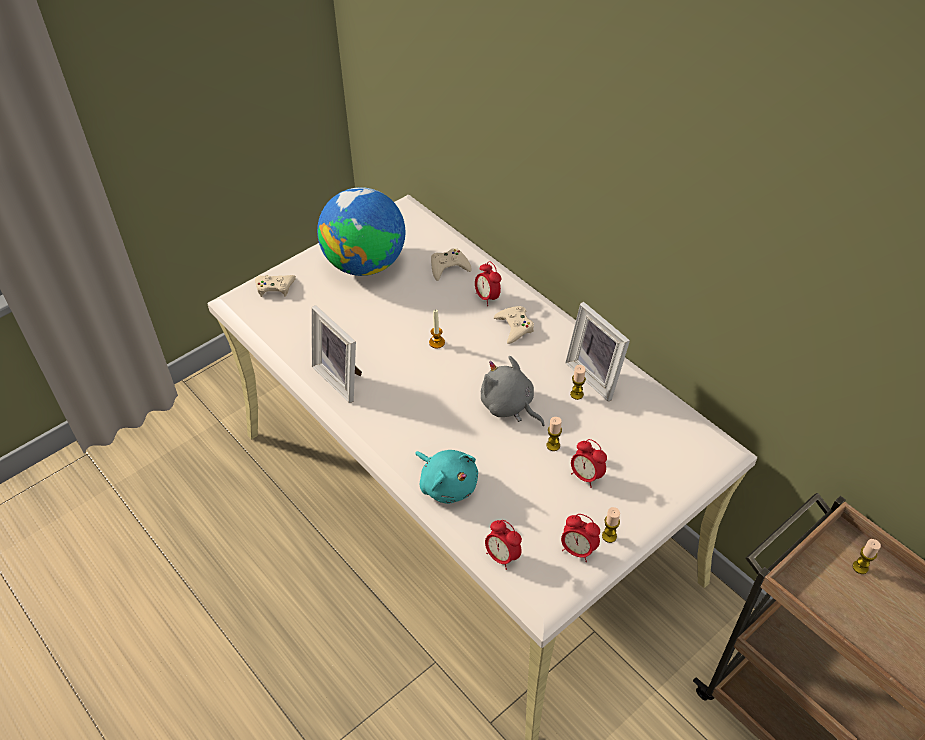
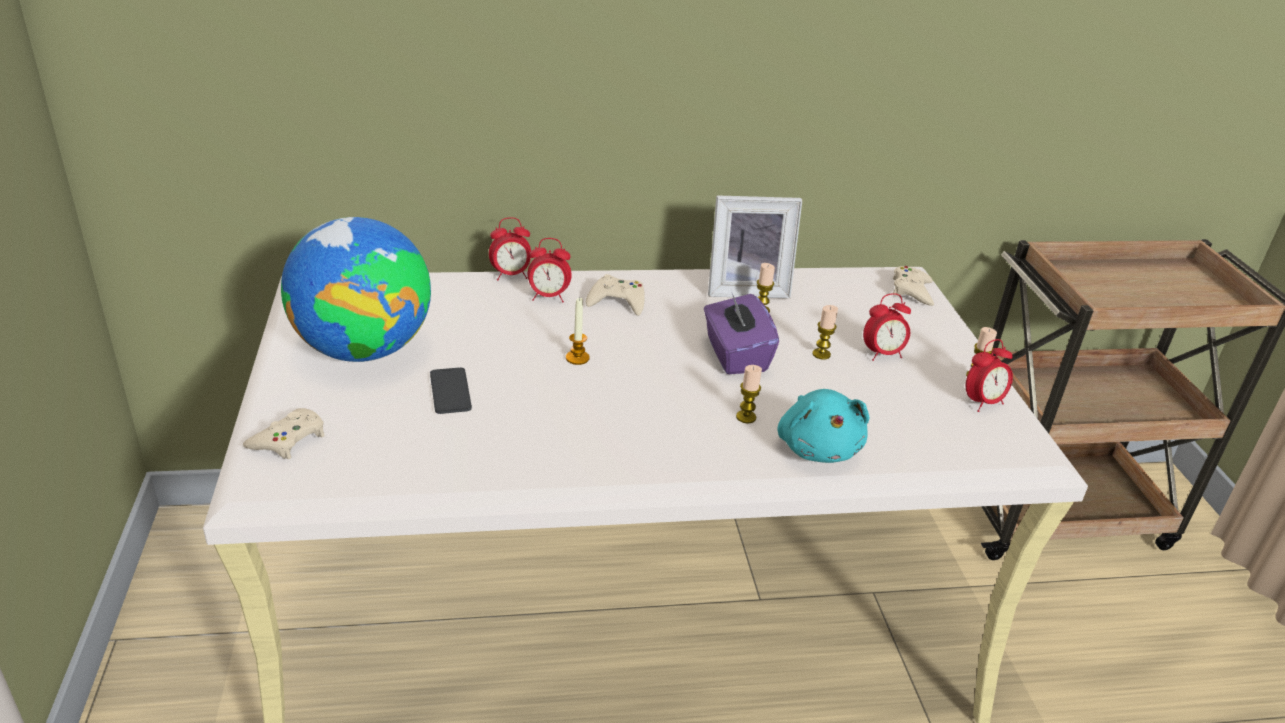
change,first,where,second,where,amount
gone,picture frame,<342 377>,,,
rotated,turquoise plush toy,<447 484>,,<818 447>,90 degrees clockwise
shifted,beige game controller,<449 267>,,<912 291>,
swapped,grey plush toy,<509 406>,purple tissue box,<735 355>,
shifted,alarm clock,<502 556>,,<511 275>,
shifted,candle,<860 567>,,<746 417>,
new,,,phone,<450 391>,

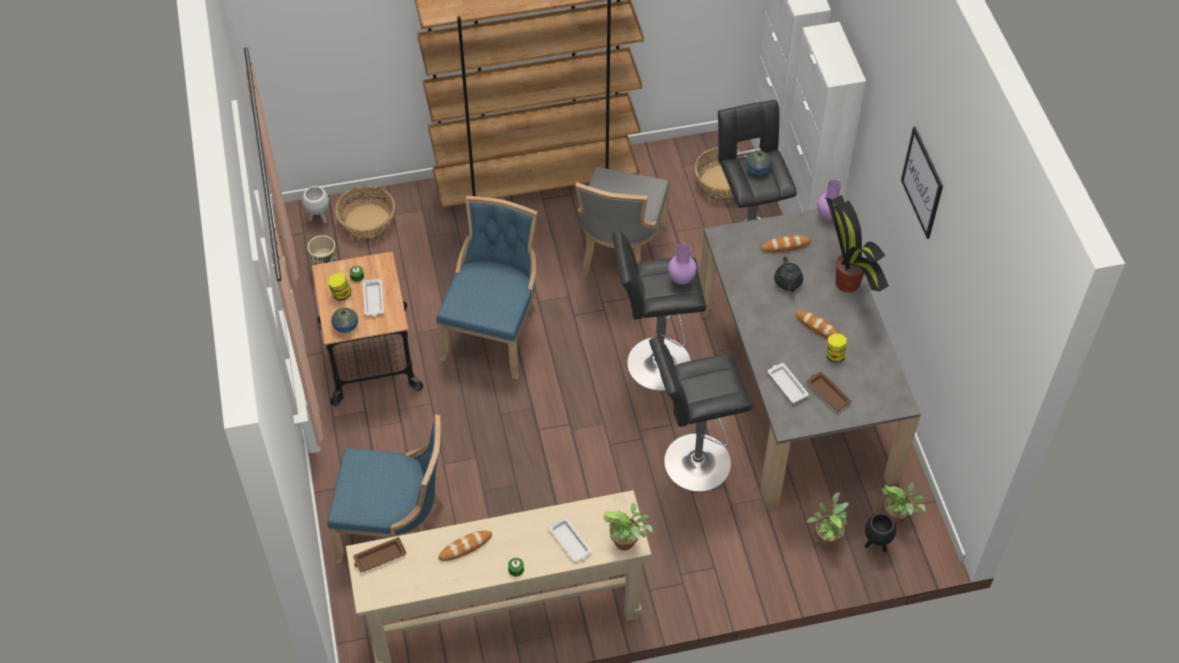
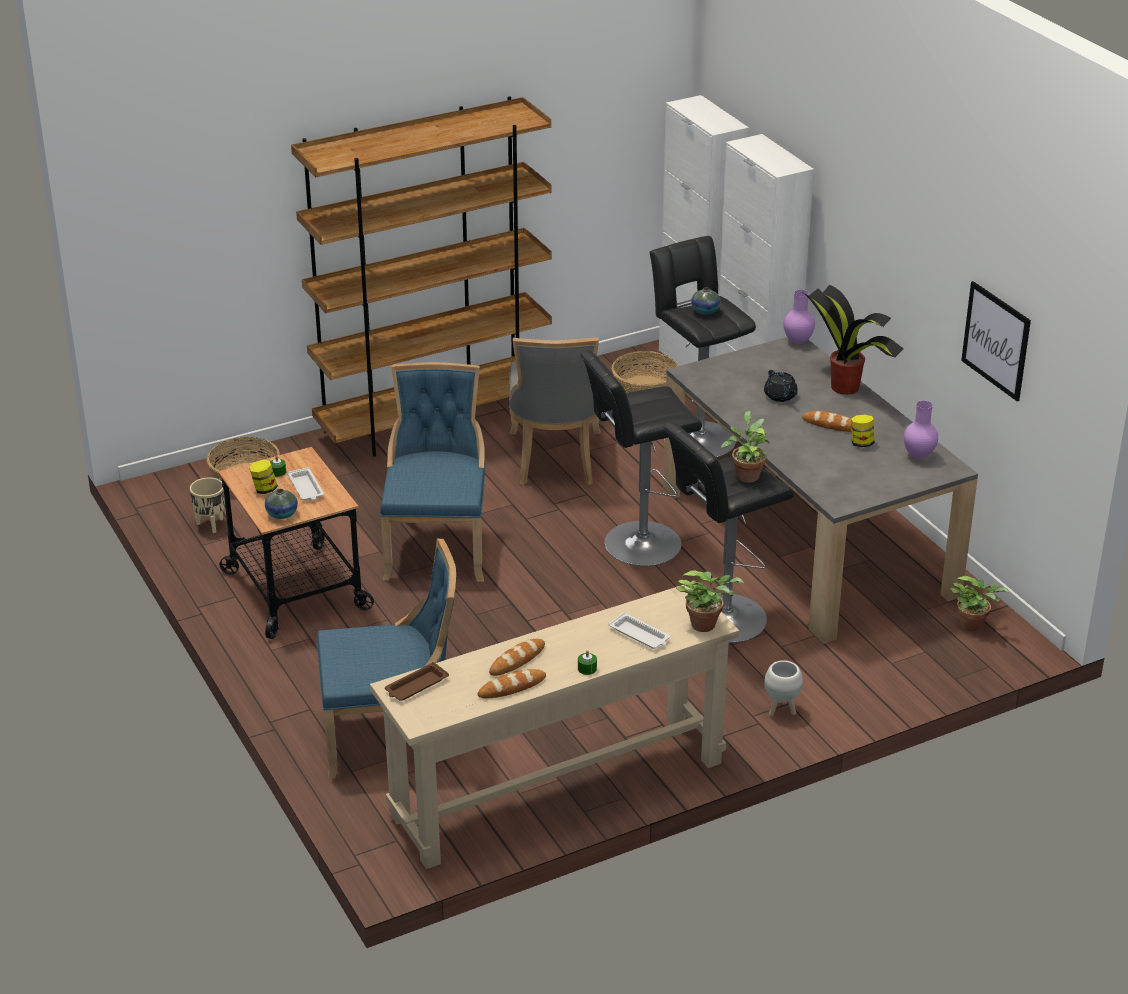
change,first,where,second,where,amount
shifted,white planter,<319 218>,,<781 710>,
shifted,purple vase,<682 279>,,<919 455>,
shifted,bread,<785 246>,,<512 687>,
gone,white tray,<787 384>,,,
gone,brown tray,<827 392>,,,
shifted,potted plant,<826 536>,,<746 475>,
gone,black planter,<876 544>,,,
shifted,picture,<922 182>,,<996 340>,

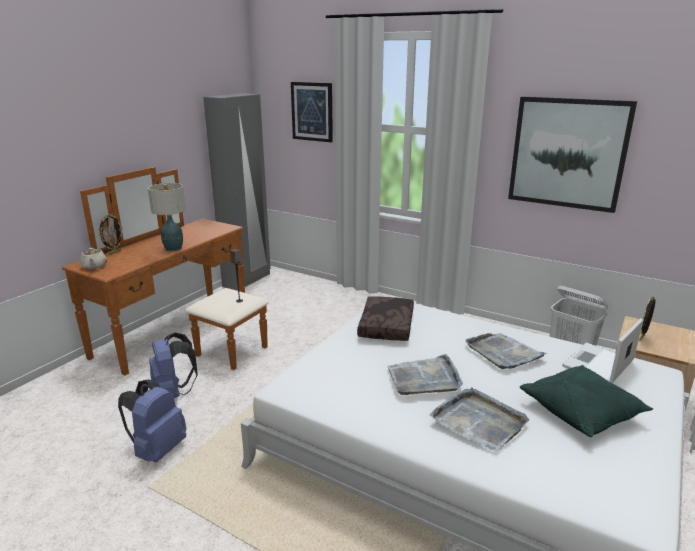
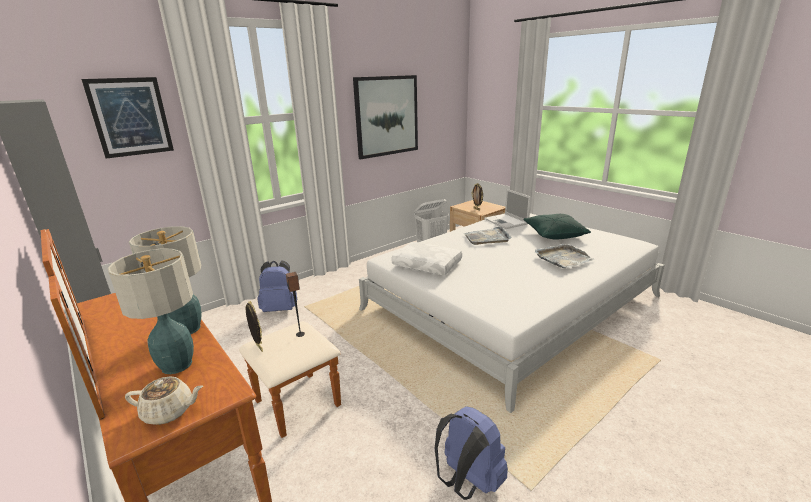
change,first,where,second,where,amount
shifted,picture frame,<114 252>,,<258 347>,
shifted,blue backpack,<173 394>,,<280 308>,
repainted,brown pillow,<387 326>,white pillow,<428 265>,
gone,grey tray,<424 378>,,,
new,,,table lamp,<176 365>,

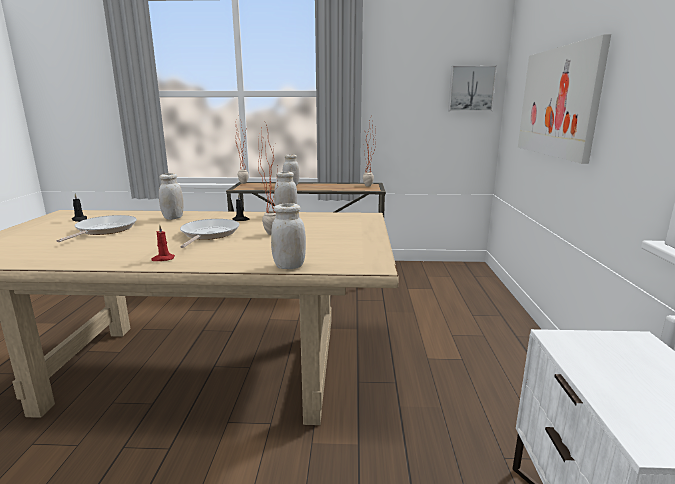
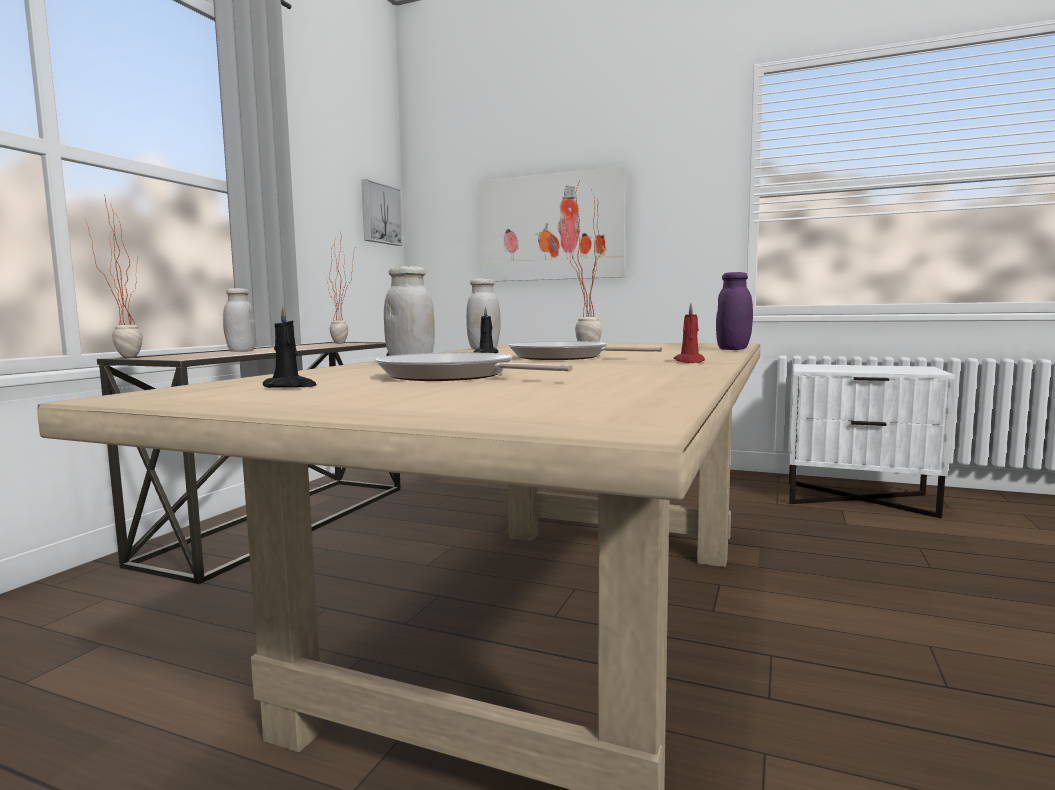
change,first,where,second,where,amount
repainted,white jar,<289 266>,purple jar,<733 349>,

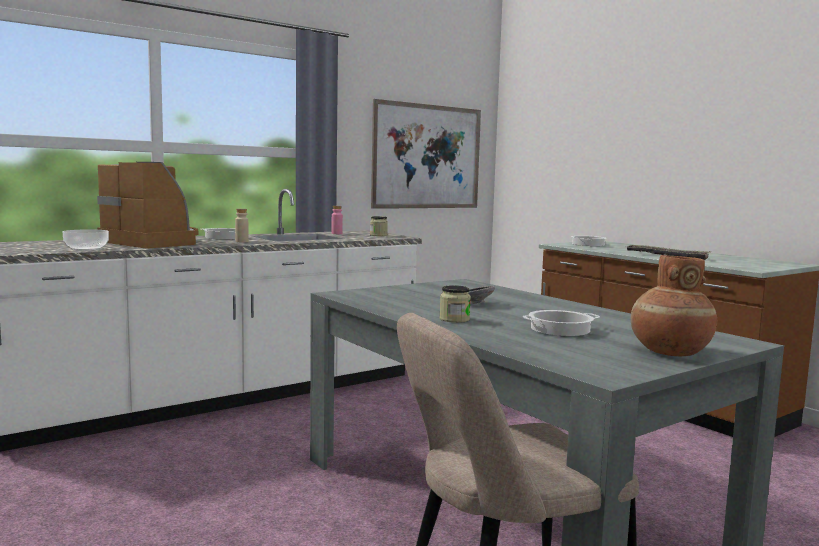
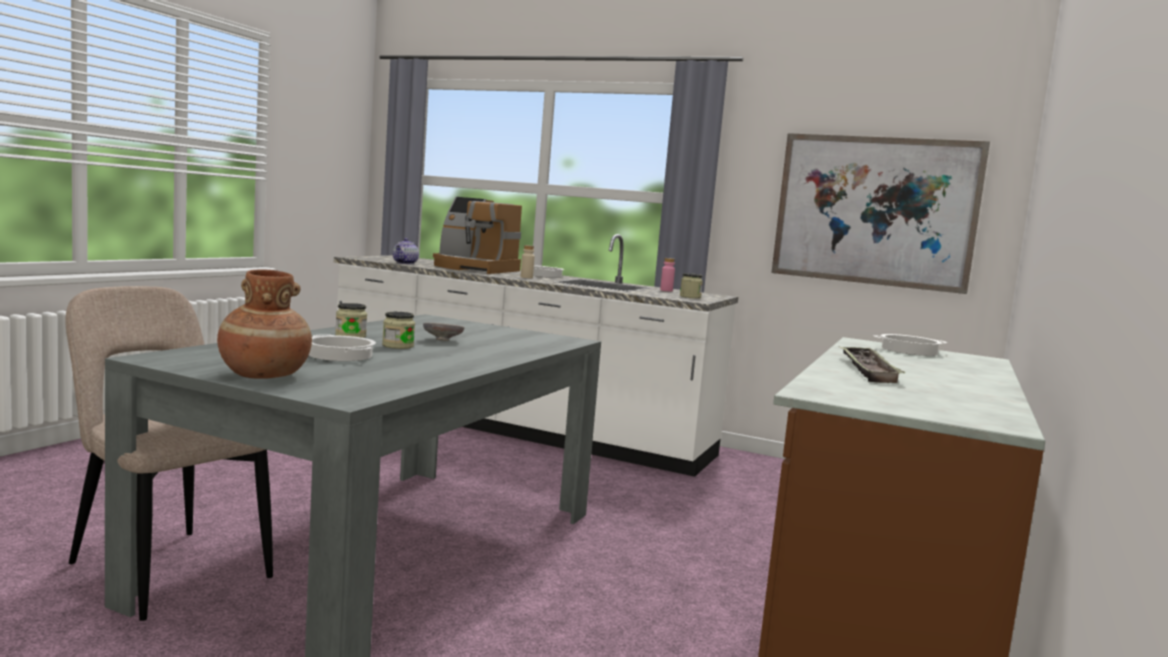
change,first,where,second,where,amount
swapped,bowl,<86 248>,teapot,<405 263>,
rotated,coffee machine,<154 242>,,<474 268>,105 degrees clockwise
new,,,jar,<398 346>,

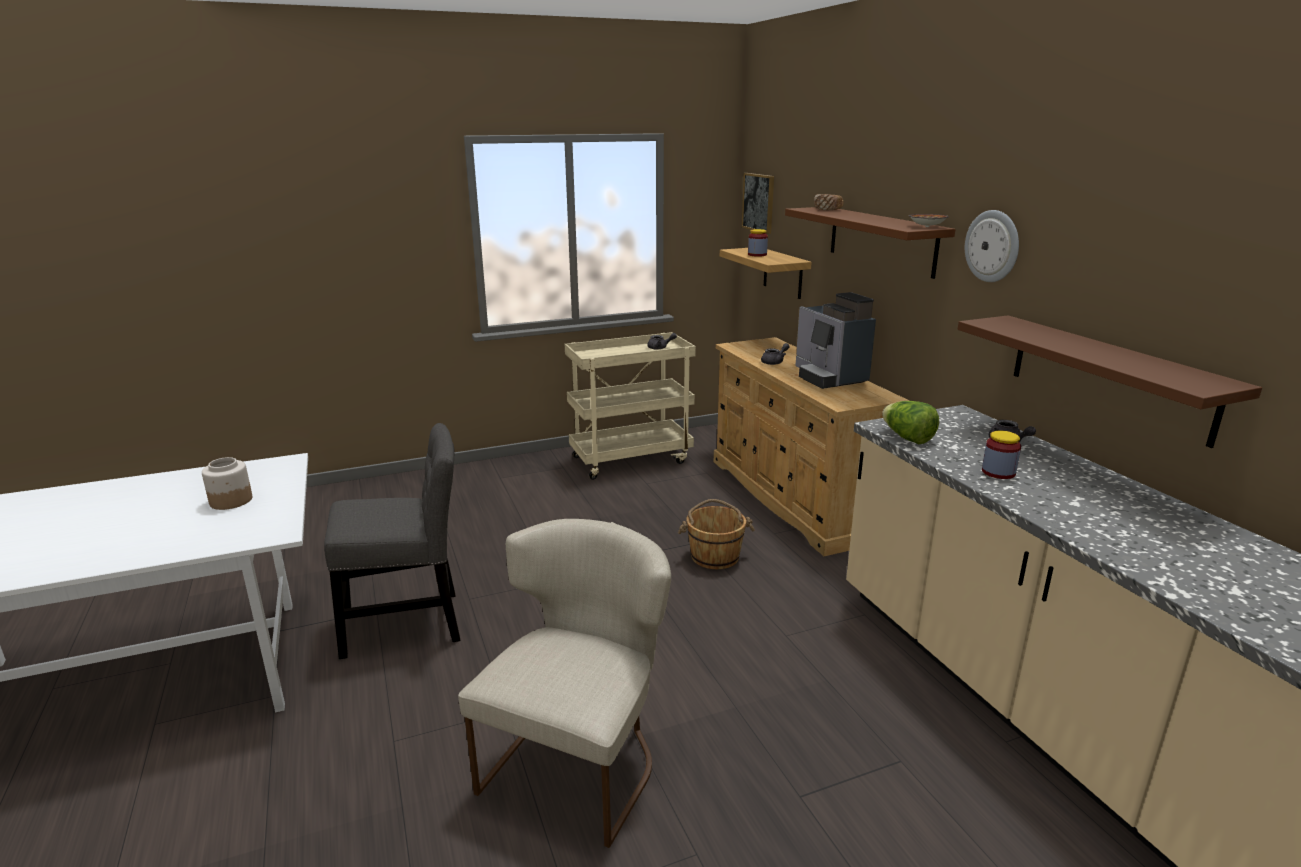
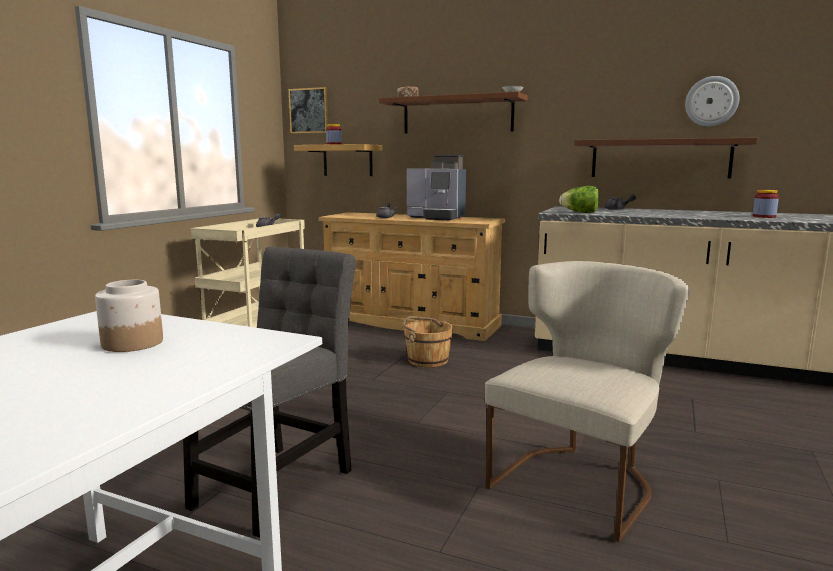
change,first,where,second,where,amount
rotated,beige chair,<580 761>,,<580 481>,60 degrees clockwise
shifted,wall clock,<992 246>,,<711 101>,
shifted,jar,<998 472>,,<764 216>,

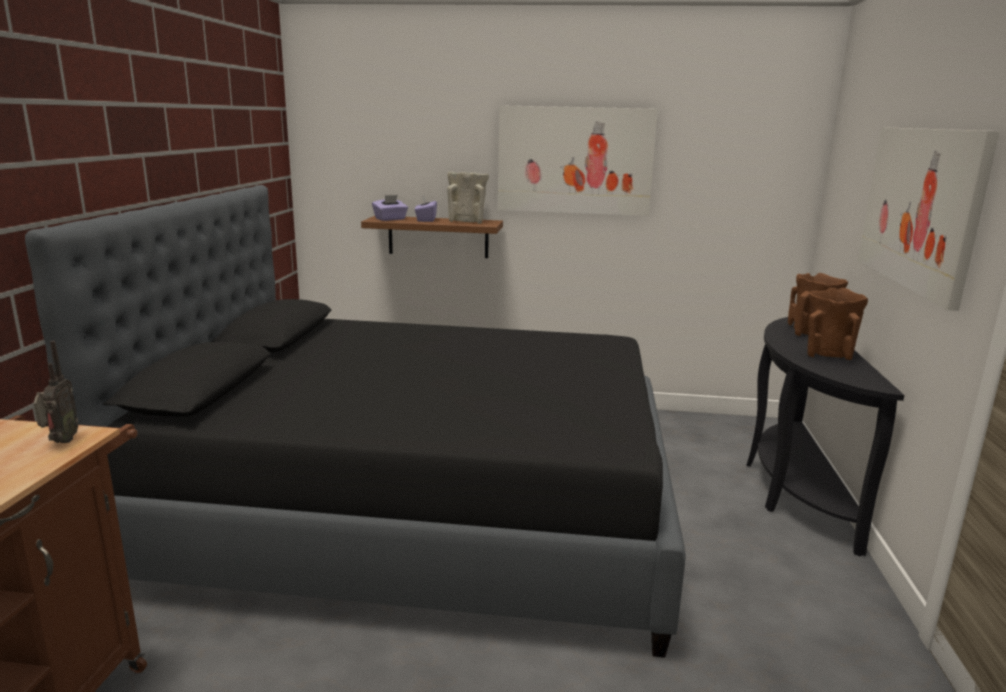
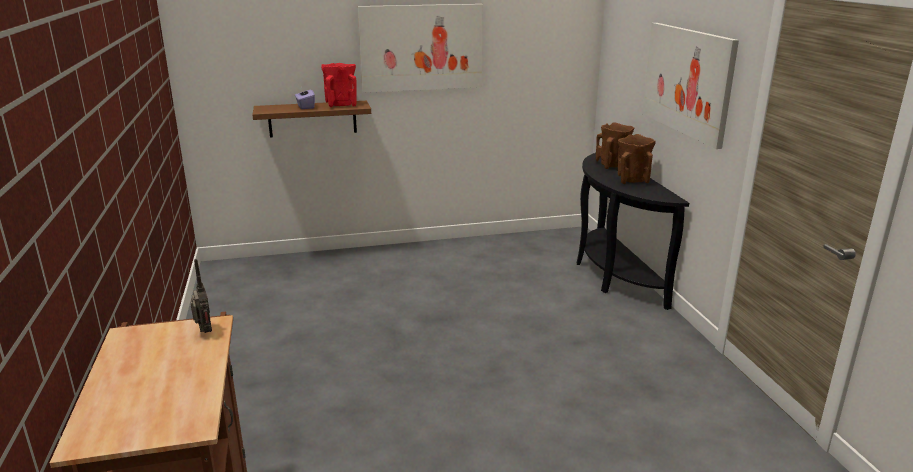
change,first,where,second,where,amount
gone,black bed,<419 510>,,,
gone,purple tissue box,<390 219>,,,
repainted,beige vase,<467 221>,red vase,<341 105>,

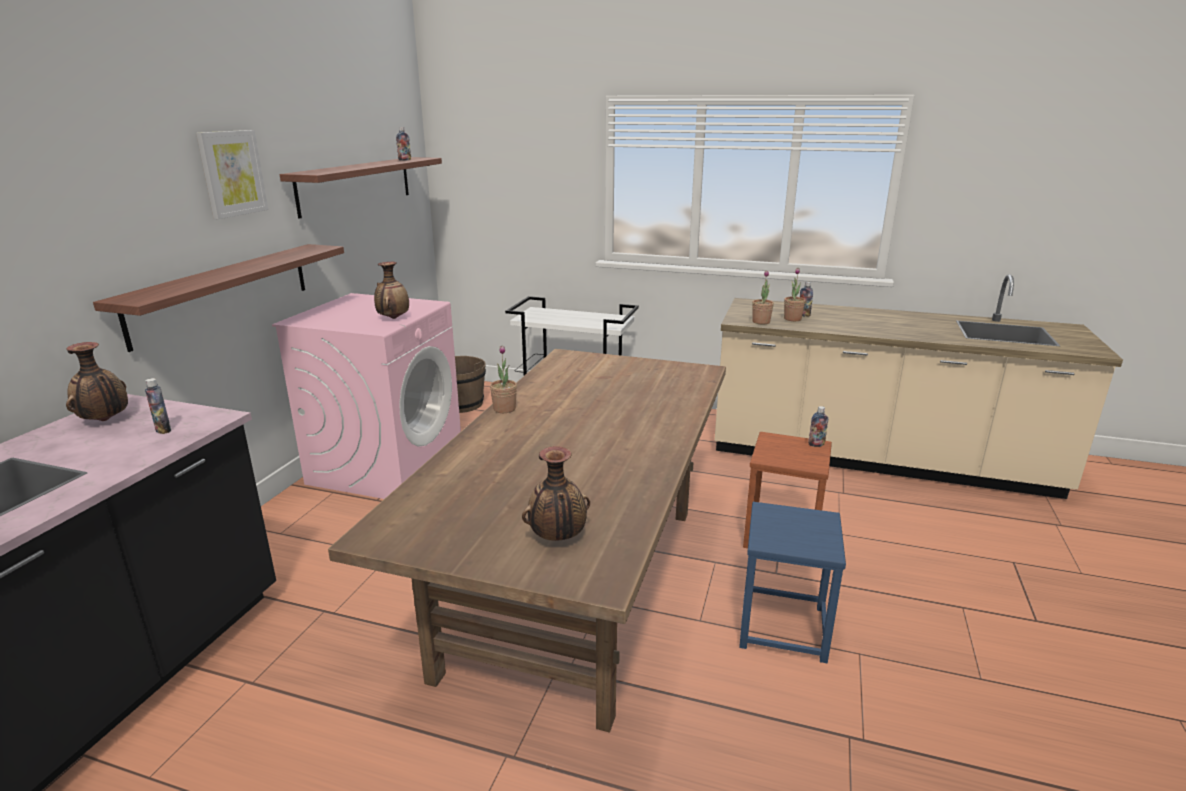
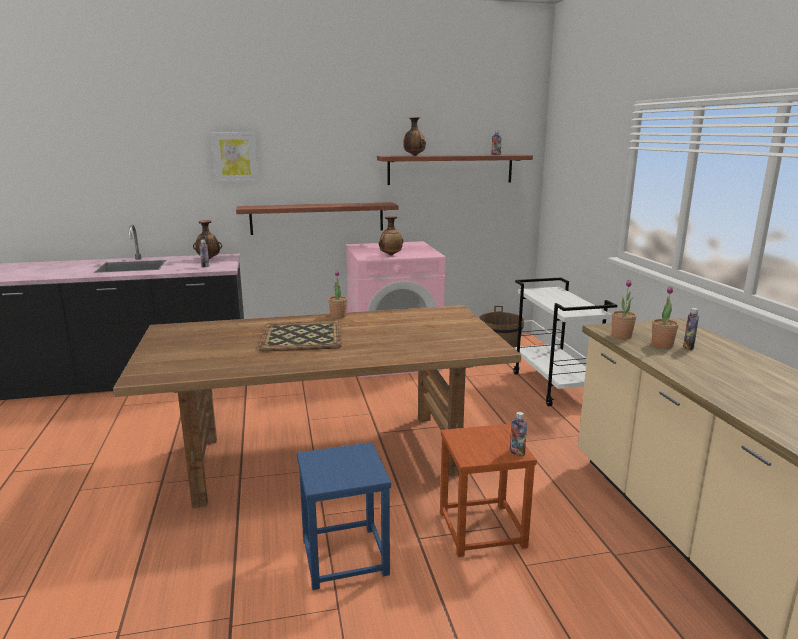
change,first,where,second,where,amount
shifted,picture,<232 173>,,<235 157>,
shifted,vase,<557 538>,,<414 155>,
new,,,tray,<301 337>,

